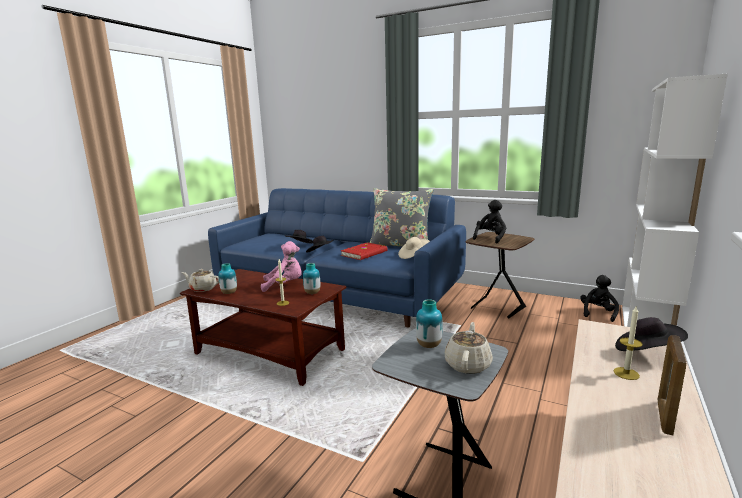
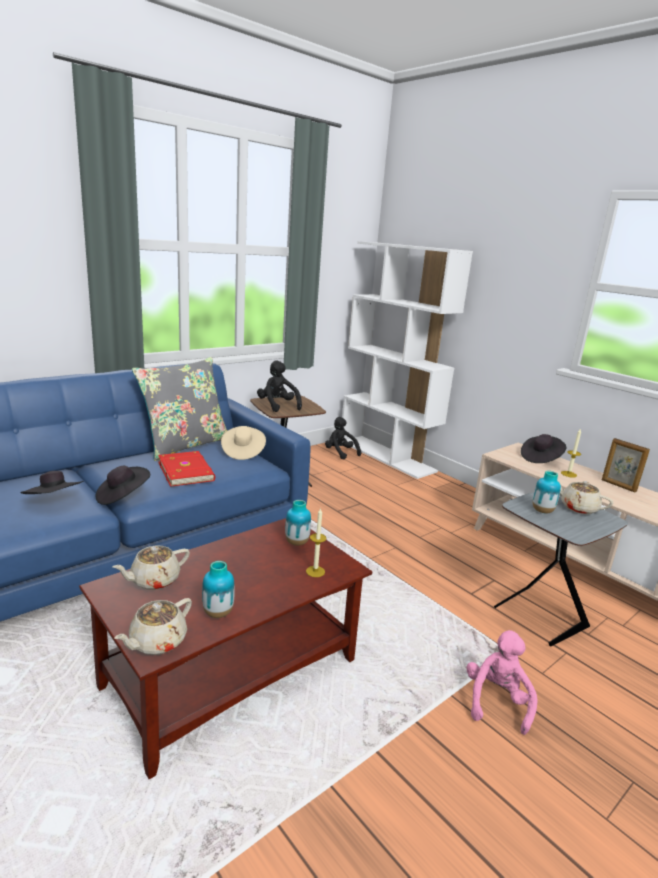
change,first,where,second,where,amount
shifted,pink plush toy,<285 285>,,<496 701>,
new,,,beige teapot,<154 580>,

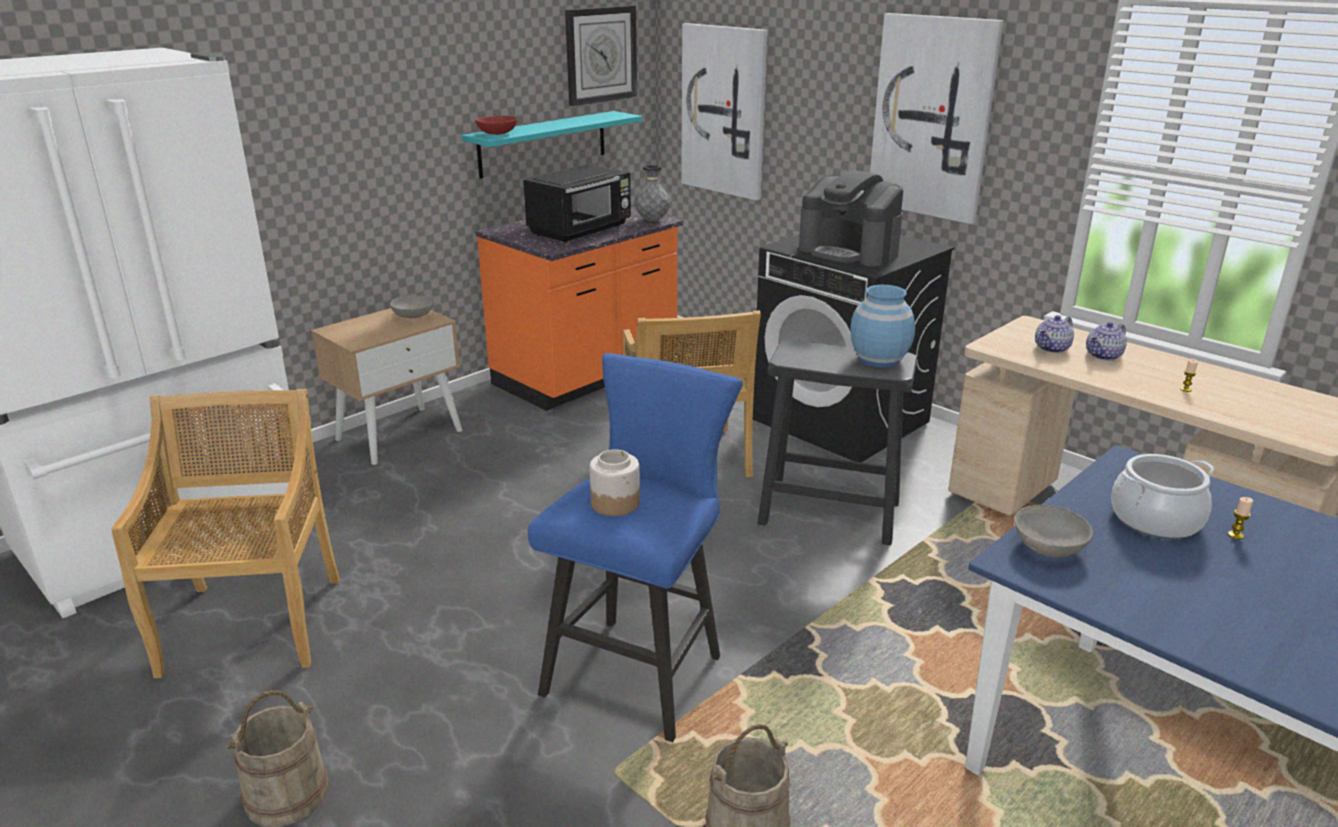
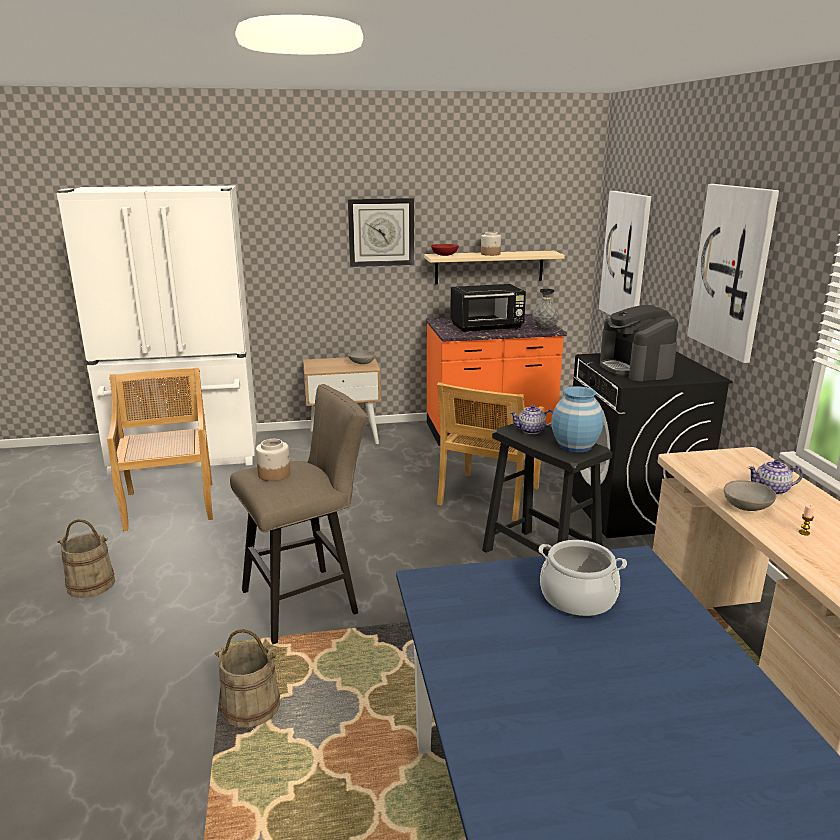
change,first,where,second,where,amount
rotated,beige chair,<253 623>,,<170 505>,45 degrees counterclockwise
repainted,turquoise shelf,<543 144>,beige shelf,<489 267>,
repainted,blue stool,<641 669>,beige stool,<308 601>,
shifted,wall clock,<600 55>,,<381 232>,
shifted,grey bowl,<1049 548>,,<747 507>,
shifted,teapot,<1052 348>,,<531 430>,
gone,candle,<1235 535>,,,
new,,,jar,<490 254>,

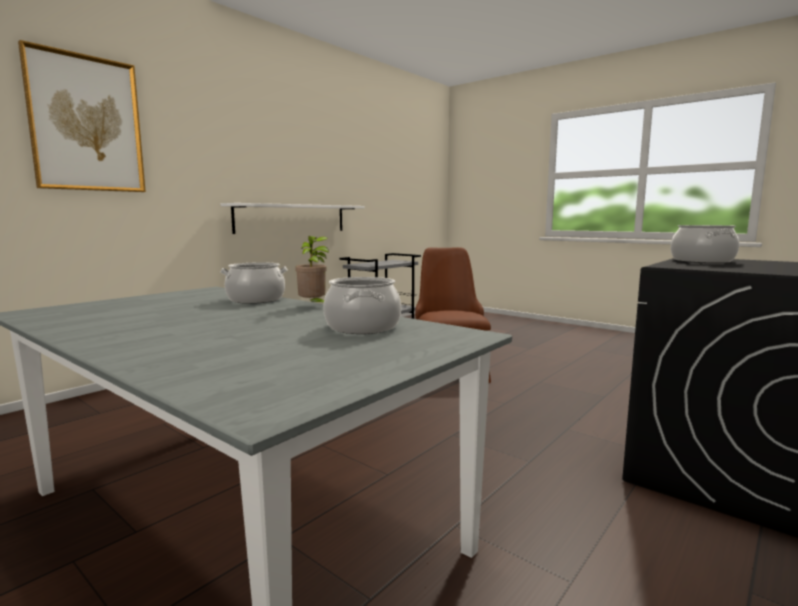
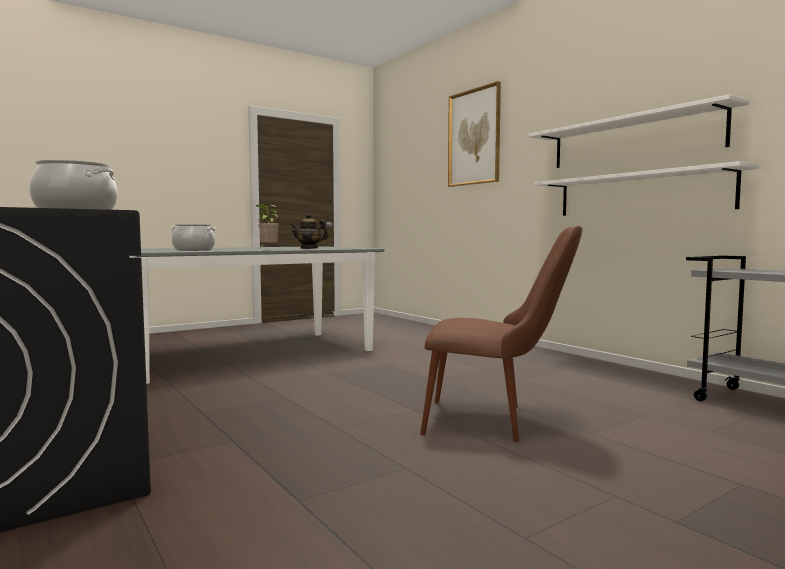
change,first,where,second,where,amount
swapped,cooking pot,<256 299>,teapot,<309 248>,
new,,,white shelf,<632 140>,

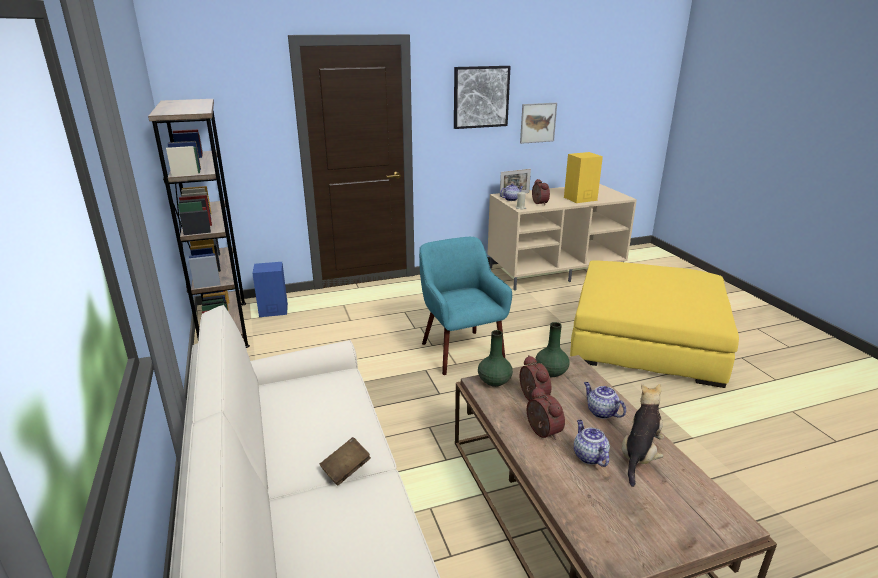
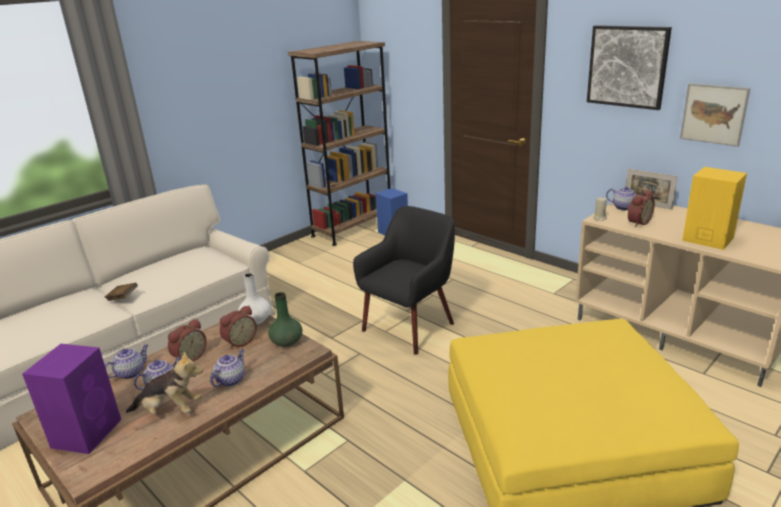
change,first,where,second,where,amount
repainted,turquoise armchair,<461 351>,black armchair,<410 327>,
repainted,green vase,<494 381>,white vase,<256 320>,
new,,,purple speaker,<87 432>,
new,,,teapot,<131 372>,

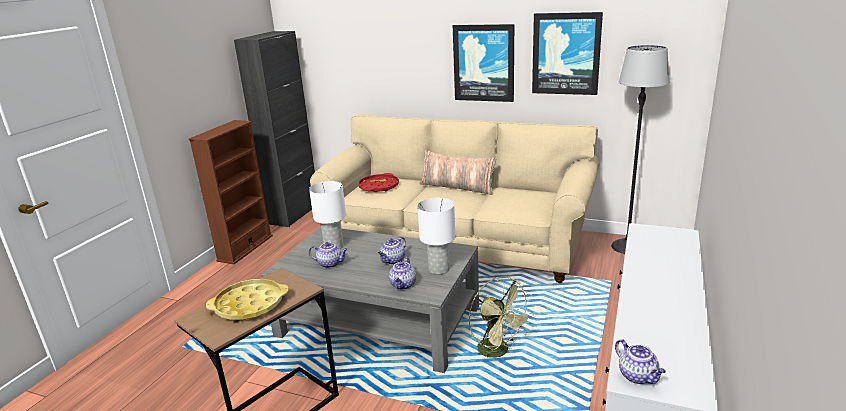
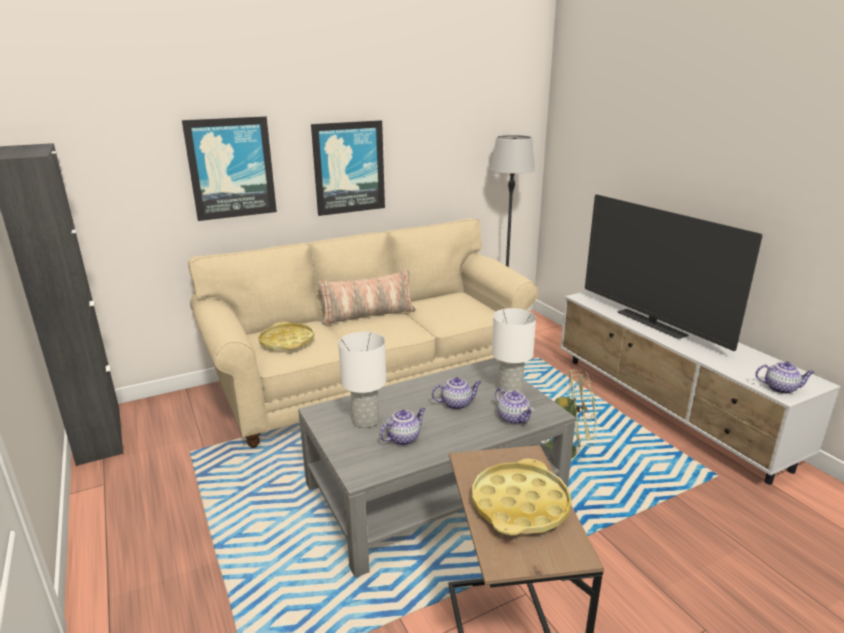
change,first,where,second,where,amount
gone,brown bookcase,<245 248>,,,
repainted,red tray,<378 187>,yellow tray,<287 341>,
rotated,teapot,<393 261>,,<457 403>,90 degrees counterclockwise
shifted,picture,<566 54>,,<231 168>,
new,,,television,<651 324>,

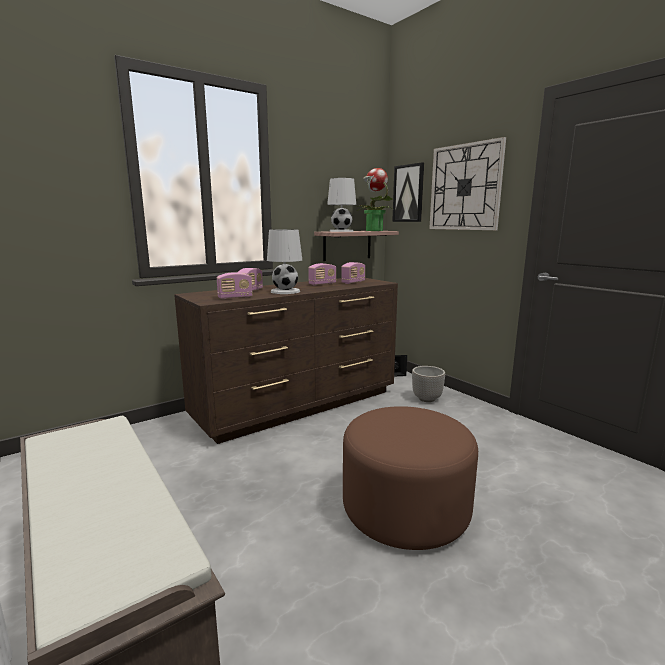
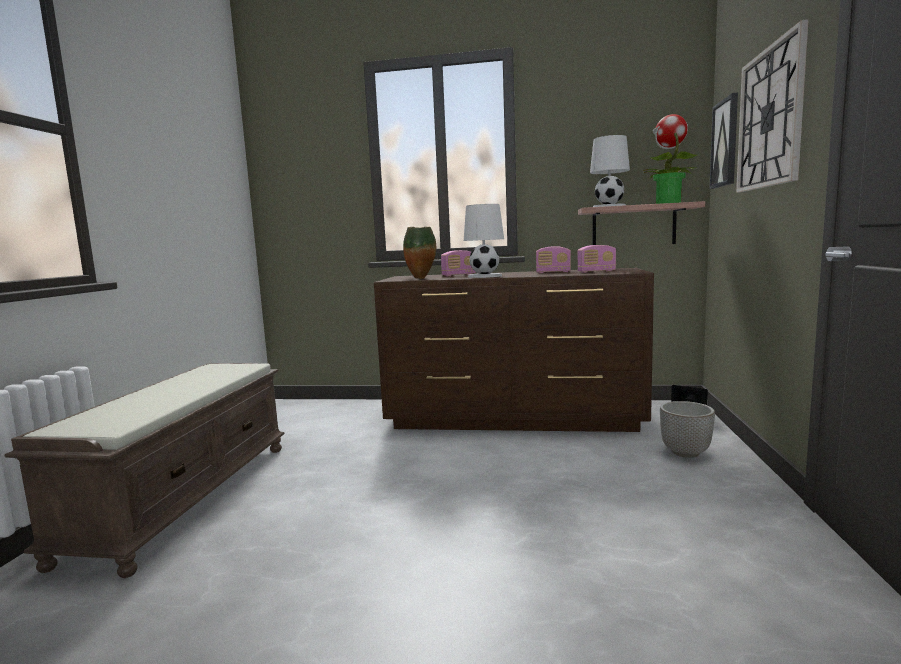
change,first,where,second,where,amount
swapped,radio,<235 297>,vase,<421 278>,
gone,brown ottoman,<405 509>,,,

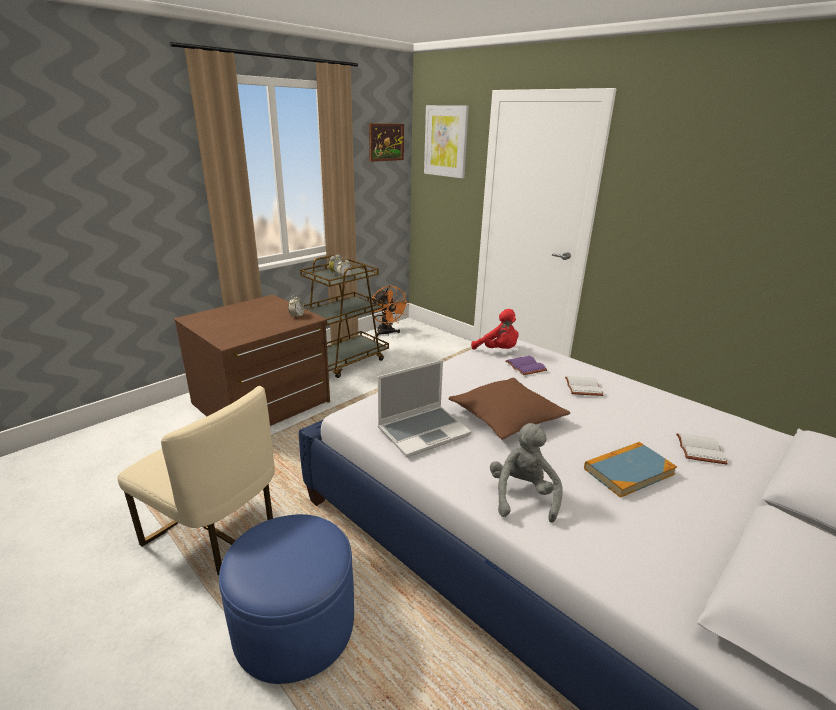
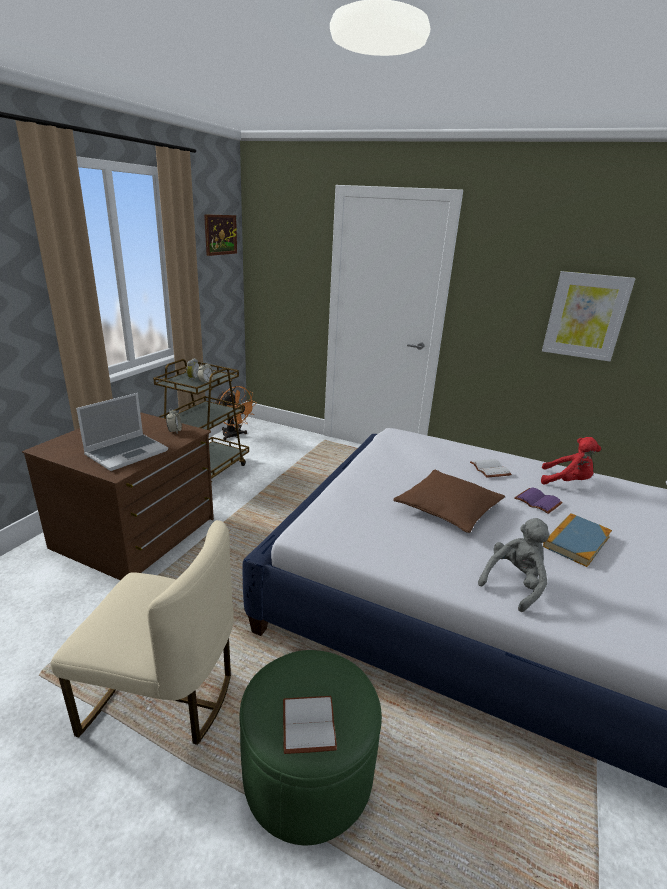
change,first,where,second,where,amount
repainted,blue ottoman,<294 625>,green ottoman,<307 772>,
shifted,laptop,<424 431>,,<127 452>,
shifted,picture,<446 141>,,<585 316>,
shifted,red plush toy,<498 351>,,<566 482>,
rotated,grey plush toy,<522 496>,,<514 584>,60 degrees clockwise
shifted,purple book,<524 366>,,<536 502>,
shifted,white book,<698 449>,,<306 724>,

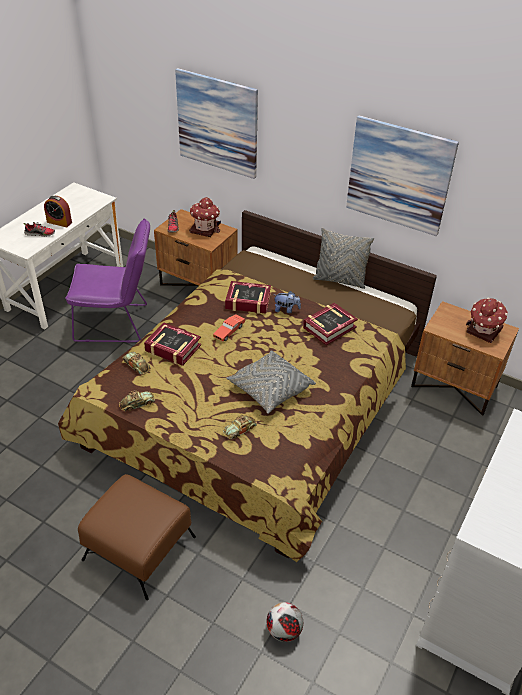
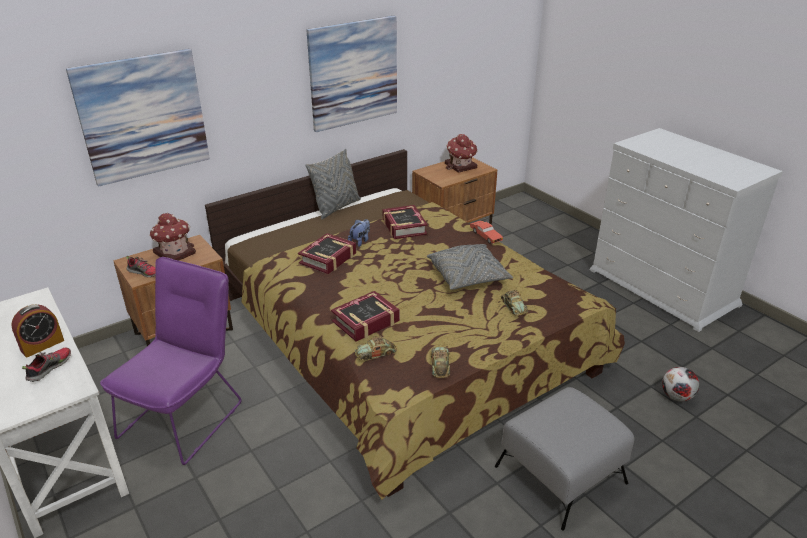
change,first,where,second,where,amount
repainted,brown ottoman,<139 549>,grey ottoman,<561 474>,
shifted,red toy car,<229 331>,,<485 236>,

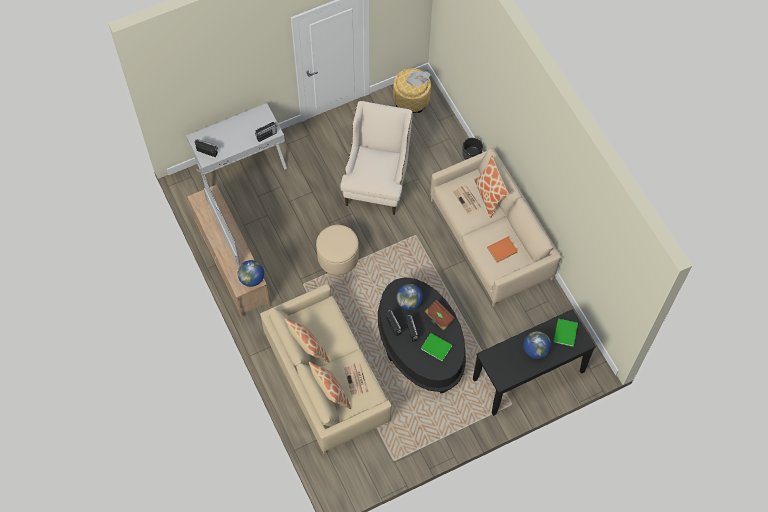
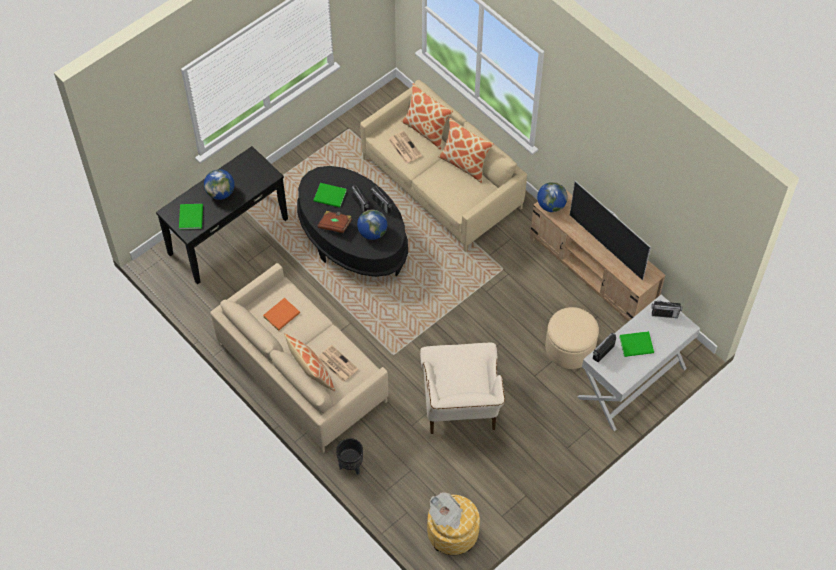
change,first,where,second,where,amount
shifted,beige ottoman,<338 257>,,<570 347>,
new,,,green book,<637 345>,

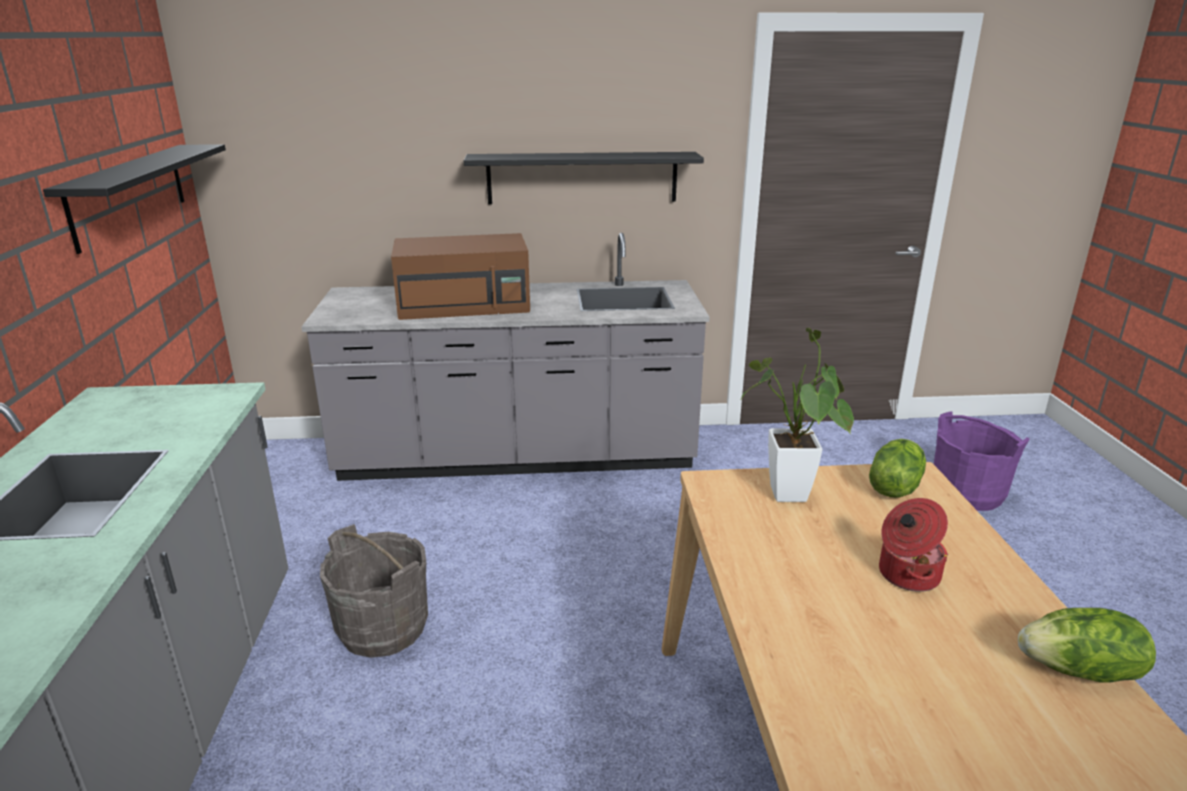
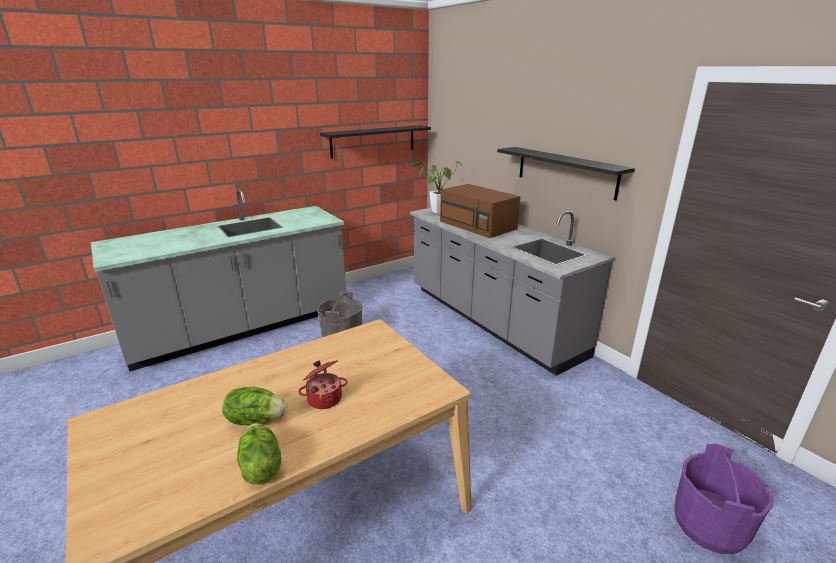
change,first,where,second,where,amount
shifted,potted plant,<789 500>,,<435 212>,
shifted,lettuce,<893 487>,,<255 419>,

